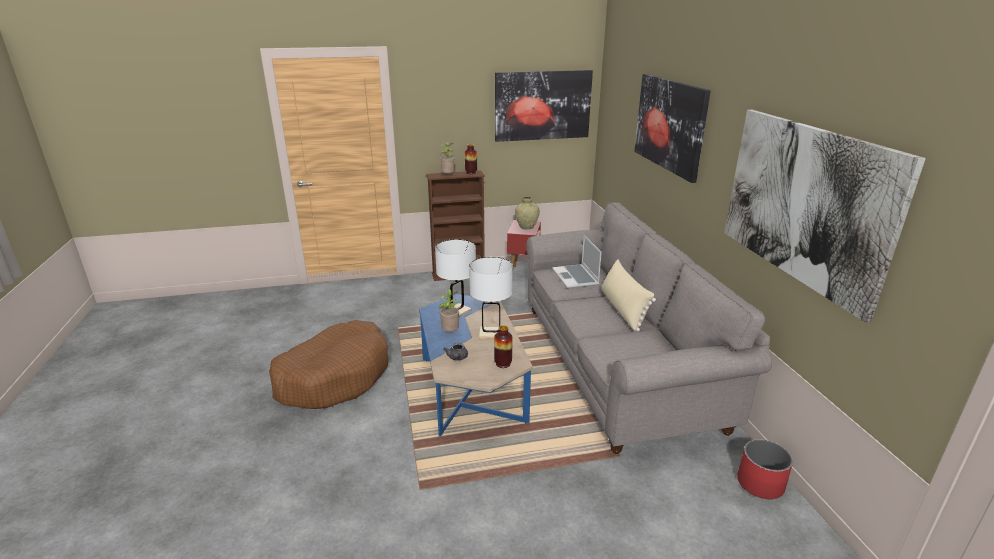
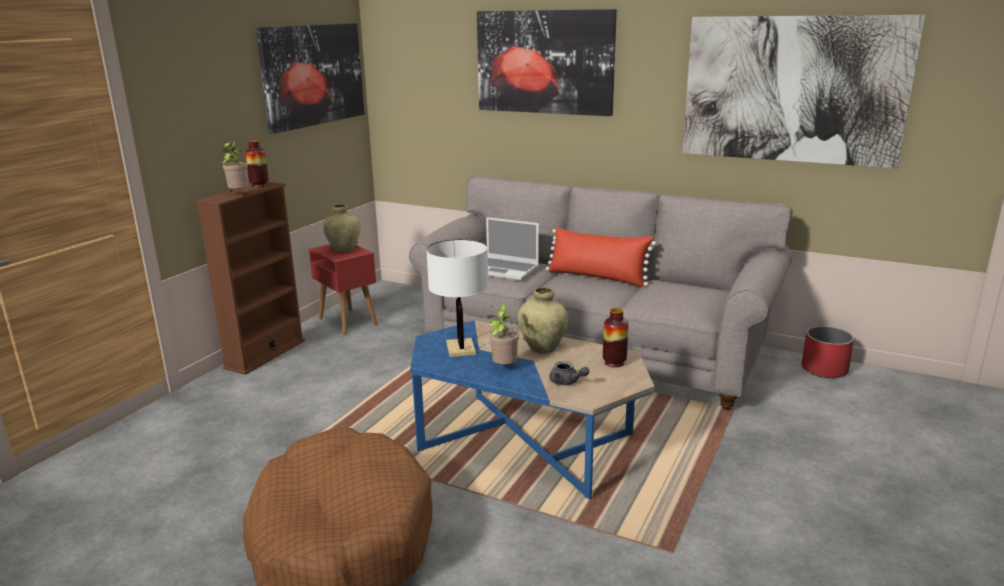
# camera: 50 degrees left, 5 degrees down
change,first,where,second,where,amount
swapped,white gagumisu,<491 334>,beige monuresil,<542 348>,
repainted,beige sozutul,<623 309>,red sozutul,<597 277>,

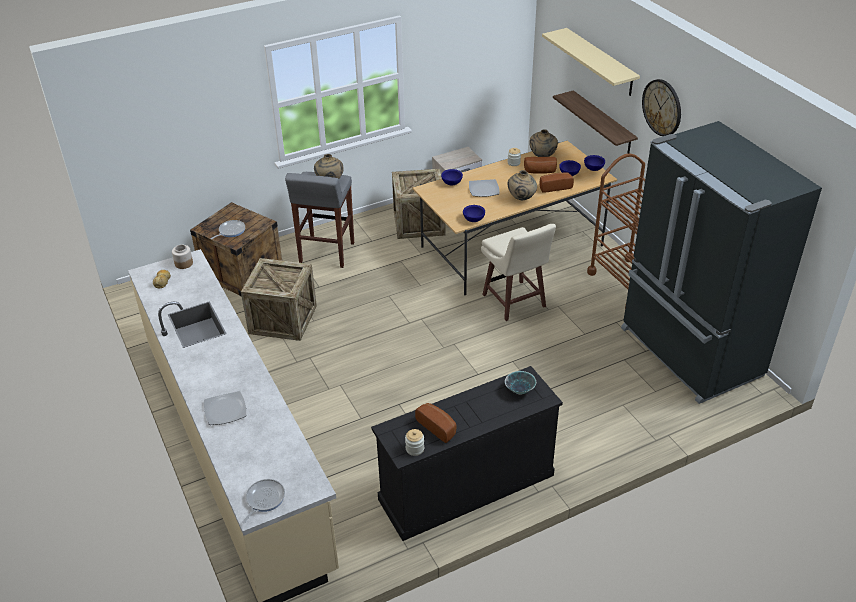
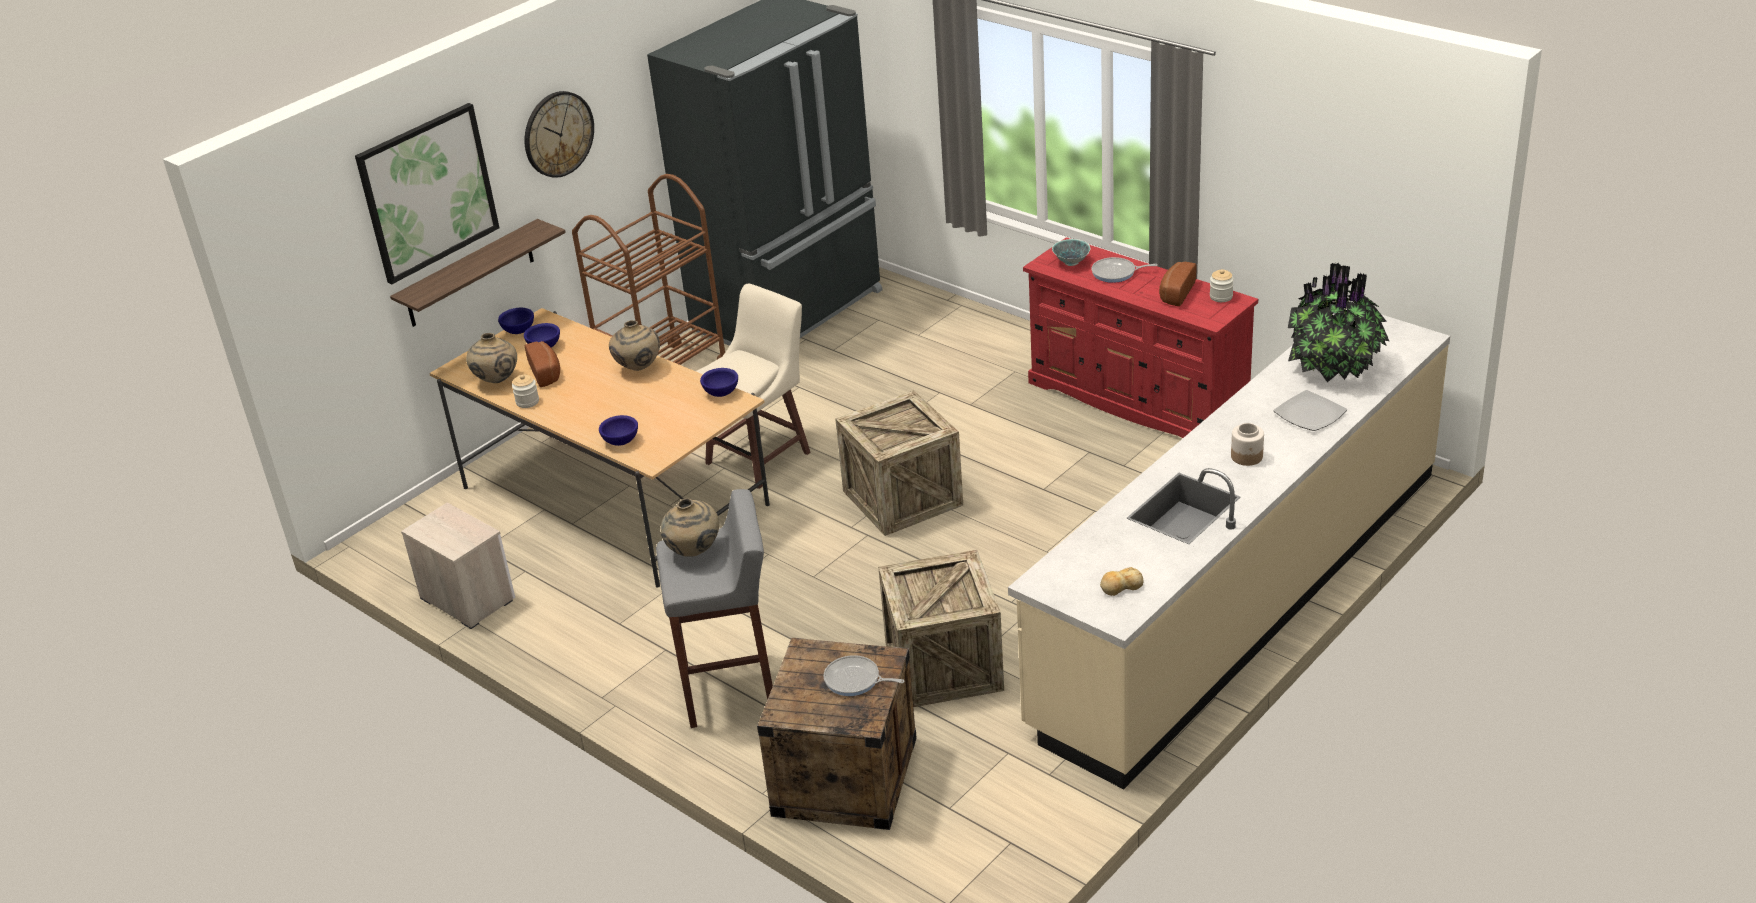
# camera: 110 degrees left, 5 degrees down
change,first,where,second,where,amount
swapped,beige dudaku,<600 62>,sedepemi,<428 192>,
shifted,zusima,<419 223>,,<902 498>,
gone,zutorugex,<554 187>,,,
gone,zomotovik,<484 189>,,,
shifted,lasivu,<183 263>,,<1247 457>,
repainted,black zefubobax,<466 488>,red zefubobax,<1138 400>,
shifted,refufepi,<264 499>,,<1116 273>,
new,,,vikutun,<1334 368>,

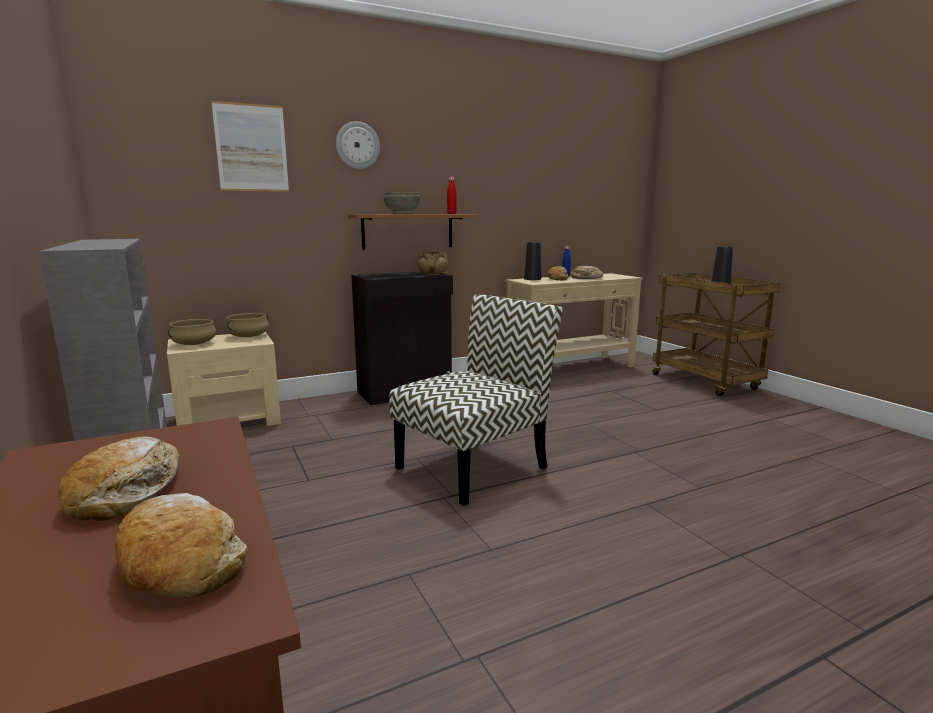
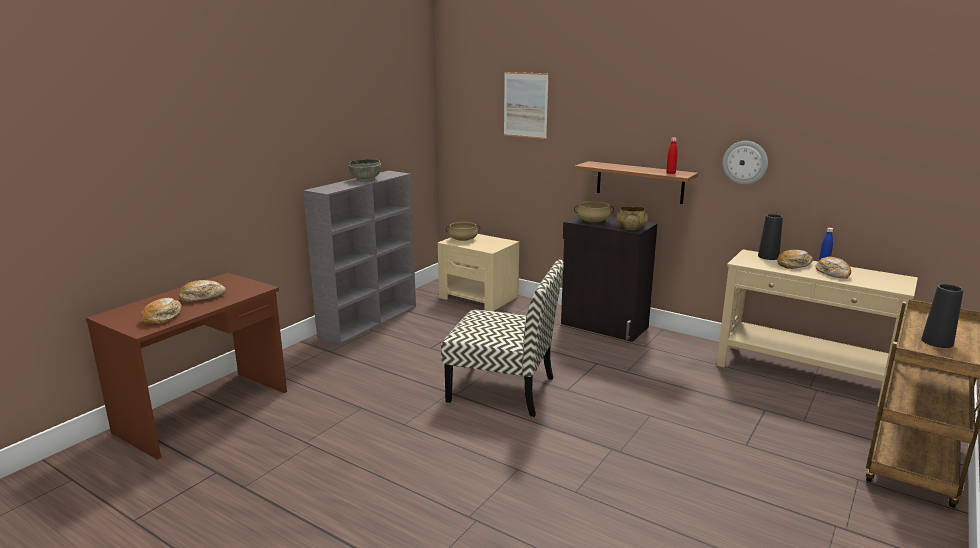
# camera: 60 degrees right, 5 degrees up
change,first,where,second,where,amount
shifted,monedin,<357 145>,,<745 162>,
shifted,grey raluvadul,<402 213>,,<366 179>,
shifted,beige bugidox,<248 336>,,<593 221>,

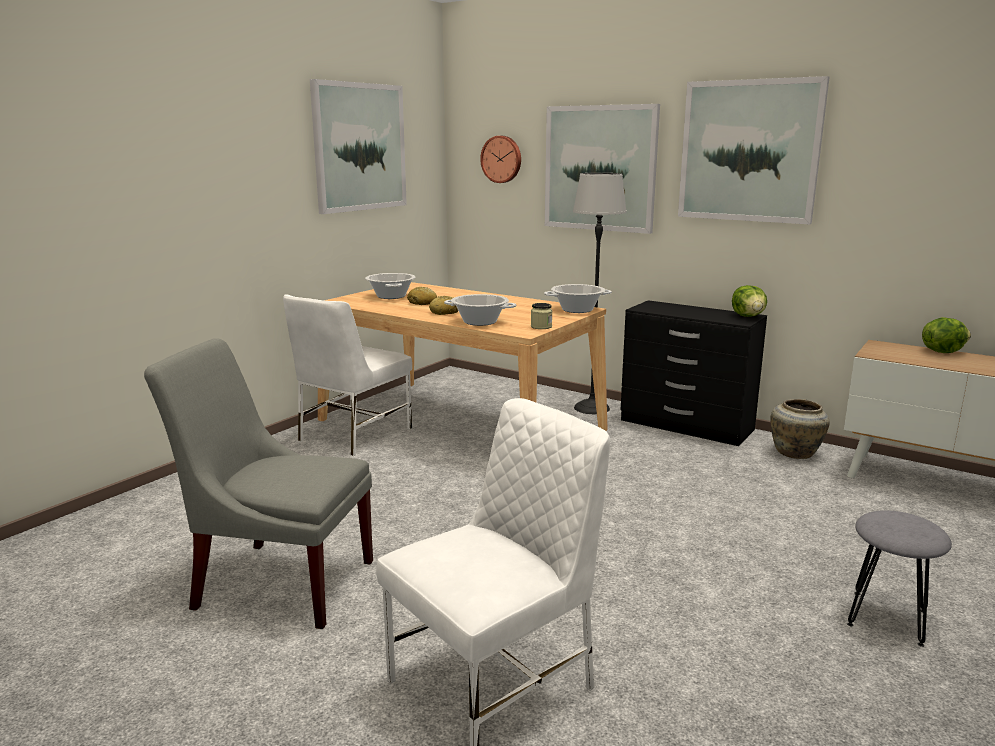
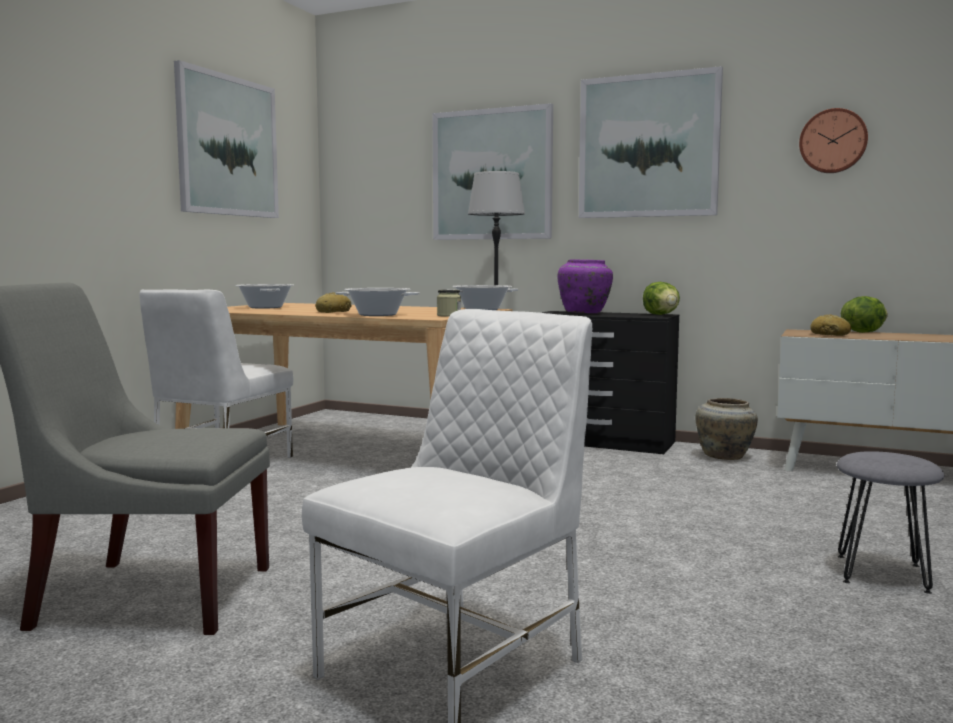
# camera: 10 degrees left, 10 degrees down
change,first,where,second,where,amount
shifted,monedin,<502 159>,,<833 141>,
shifted,zutorugex,<422 303>,,<830 335>,
new,,,purple monuresil,<585 313>,

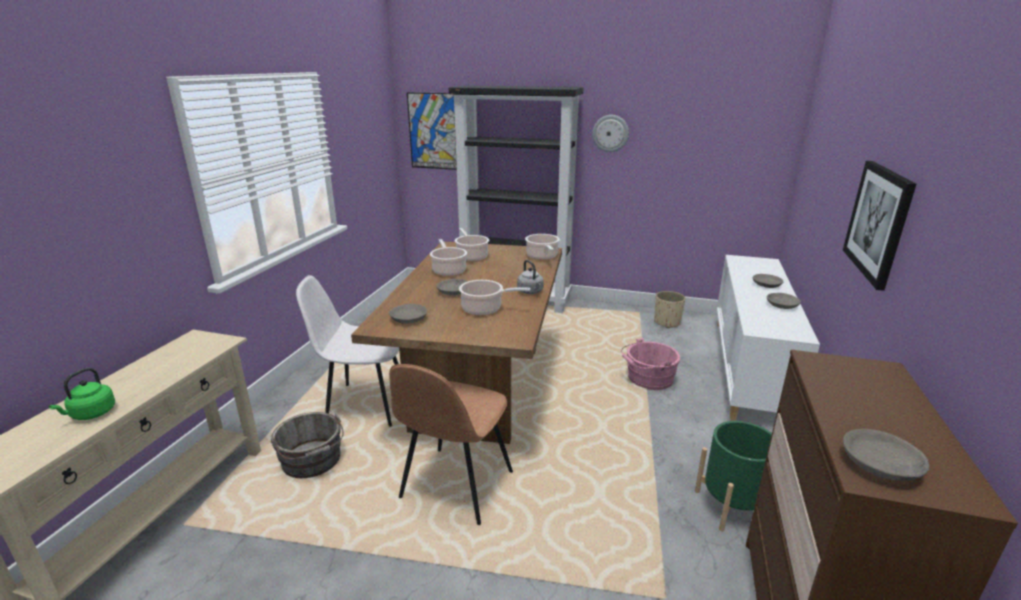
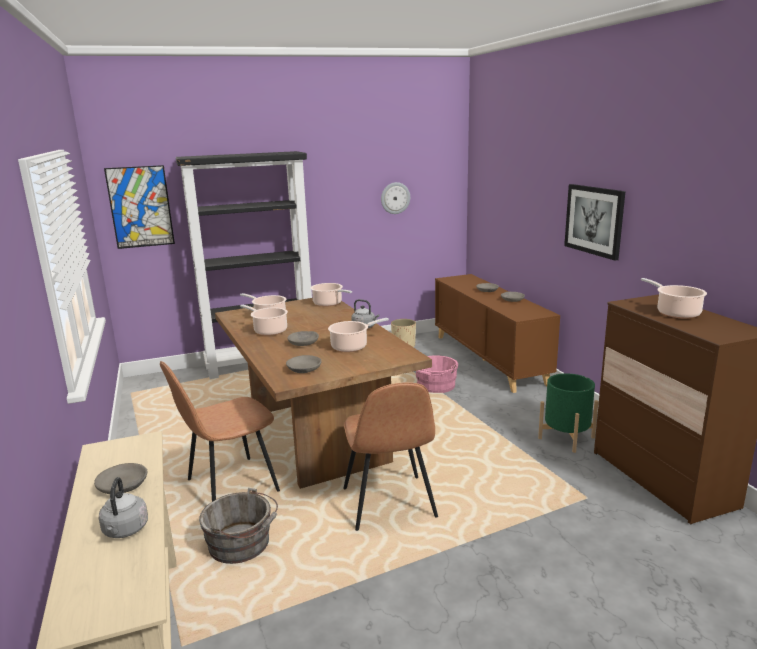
# camera: 35 degrees left, 5 degrees down
change,first,where,second,where,amount
shifted,monedin,<610 133>,,<395 198>,
repainted,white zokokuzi,<748 368>,brown zokokuzi,<488 359>,
repainted,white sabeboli,<365 405>,brown sabeboli,<230 486>,
repainted,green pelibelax,<91 414>,grey pelibelax,<125 531>,
shifted,grey raluvadul,<881 465>,,<123 486>,
new,,,bugidox,<675 313>,

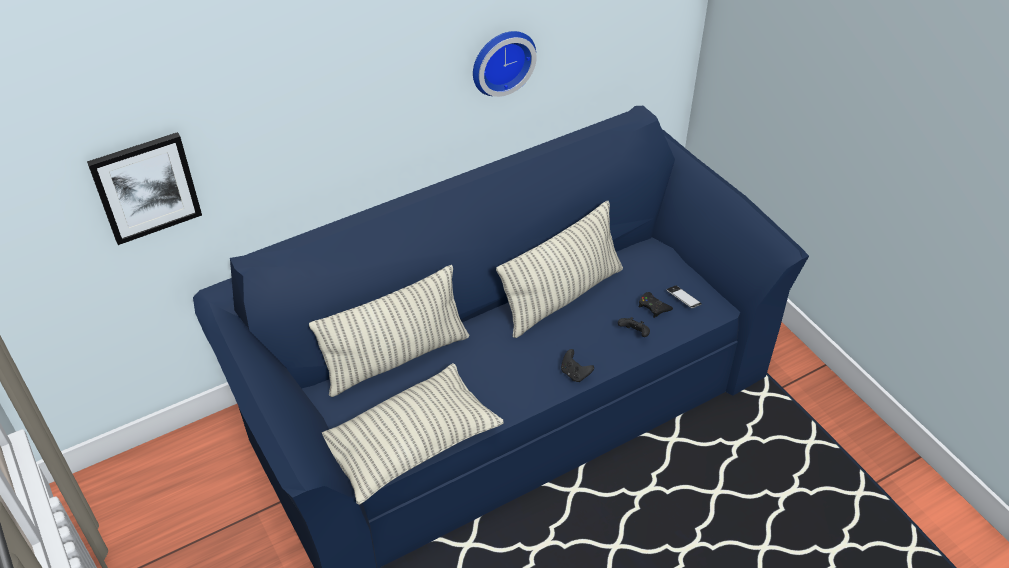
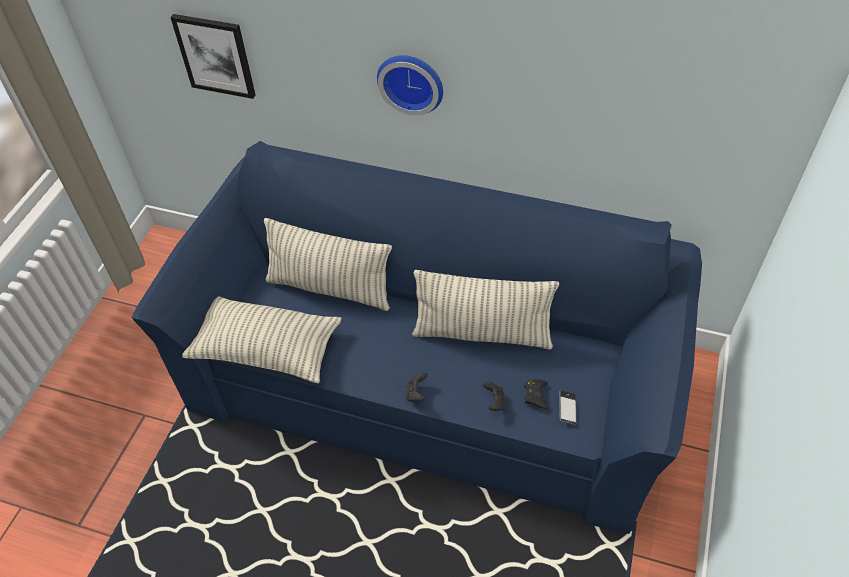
# camera: 50 degrees right, 5 degrees up
change,first,where,second,where,amount
shifted,monedin,<501 60>,,<411 81>,

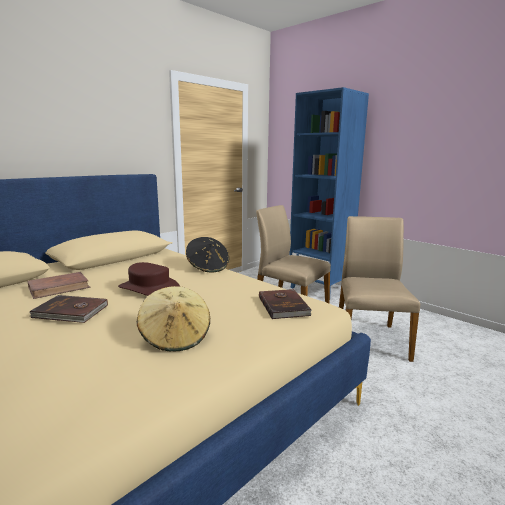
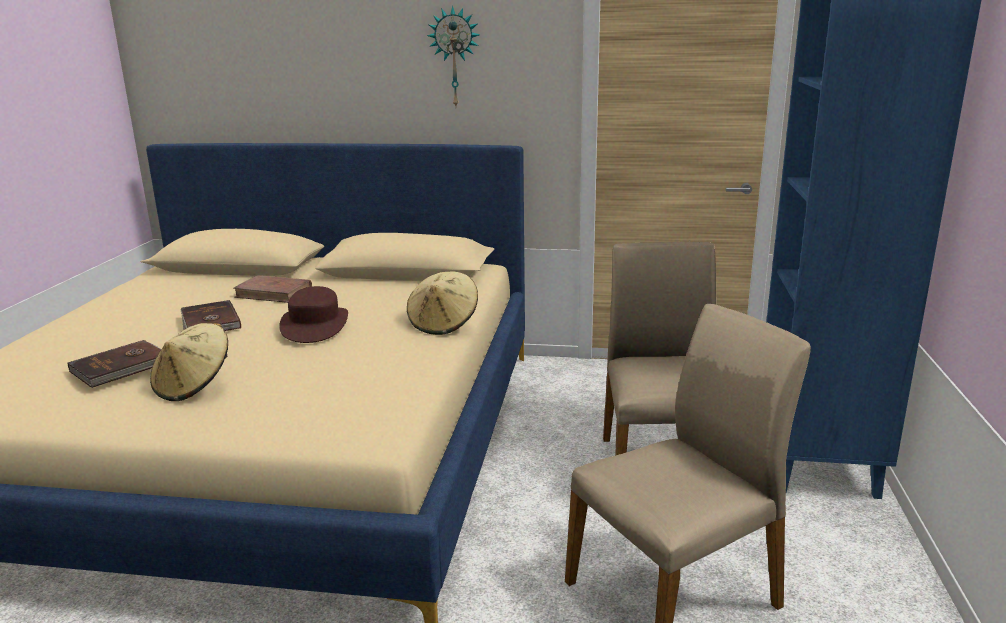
# camera: 55 degrees right, 5 degrees up
change,first,where,second,where,amount
repainted,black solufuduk,<208 267>,beige solufuduk,<443 324>,
shifted,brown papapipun,<284 305>,,<122 367>,
new,,,monedin,<455 57>,

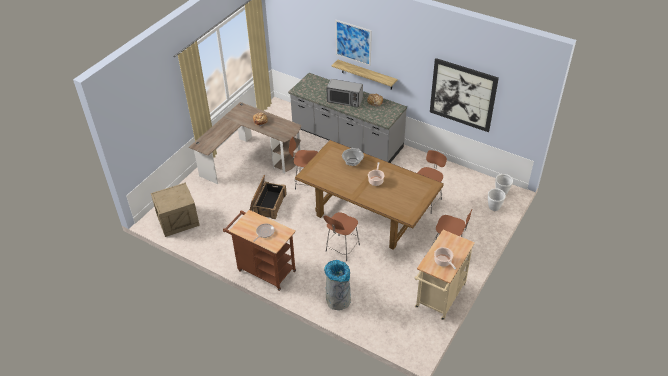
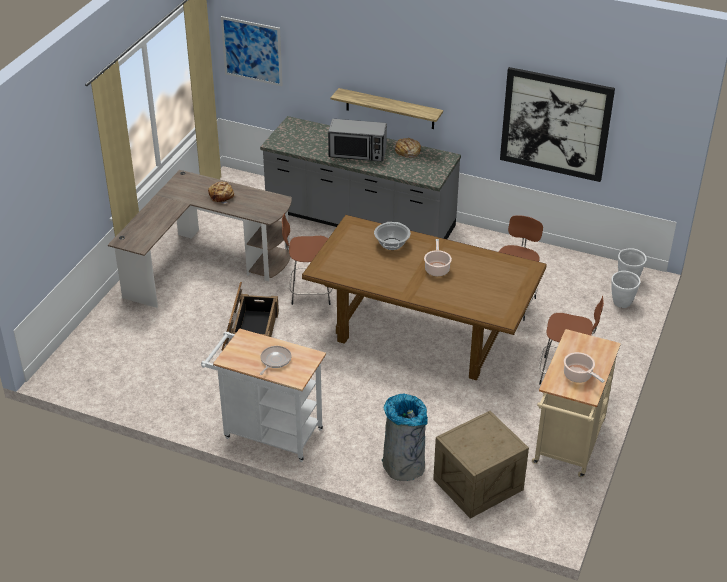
# camera: 10 degrees left, 5 degrees down
change,first,where,second,where,amount
shifted,sedepemi,<353 42>,,<252 51>,
shifted,zusima,<178 220>,,<478 484>,
repainted,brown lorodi,<263 270>,white lorodi,<267 432>,
gone,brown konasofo,<342 249>,,,

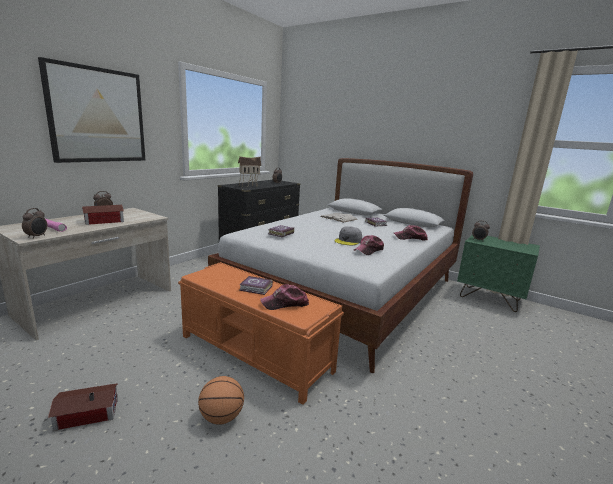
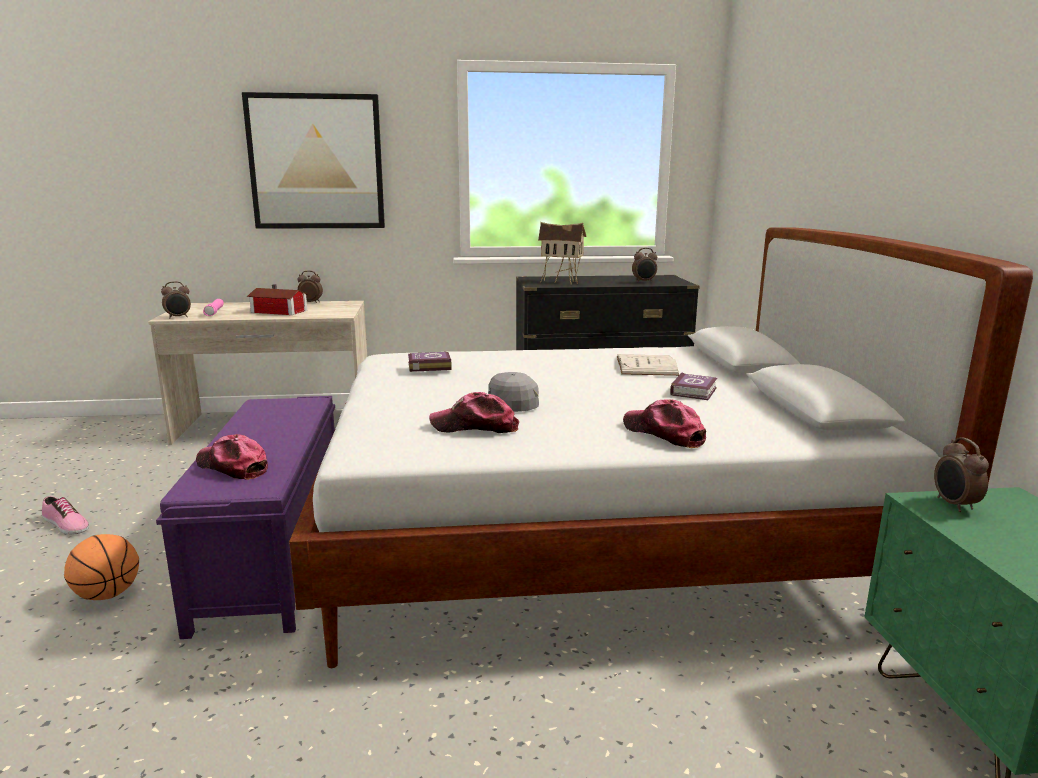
# camera: 50 degrees right, 0 degrees up
change,first,where,second,where,amount
repainted,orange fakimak,<255 353>,purple fakimak,<274 553>,
gone,papapipun,<256 288>,,,
swapped,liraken,<86 413>,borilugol,<65 525>,

